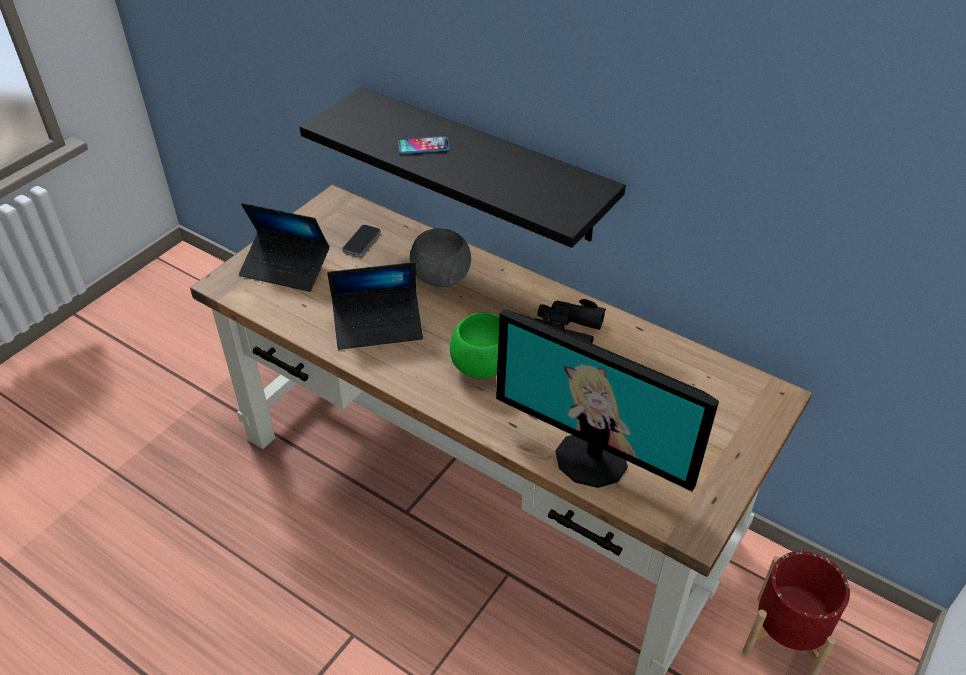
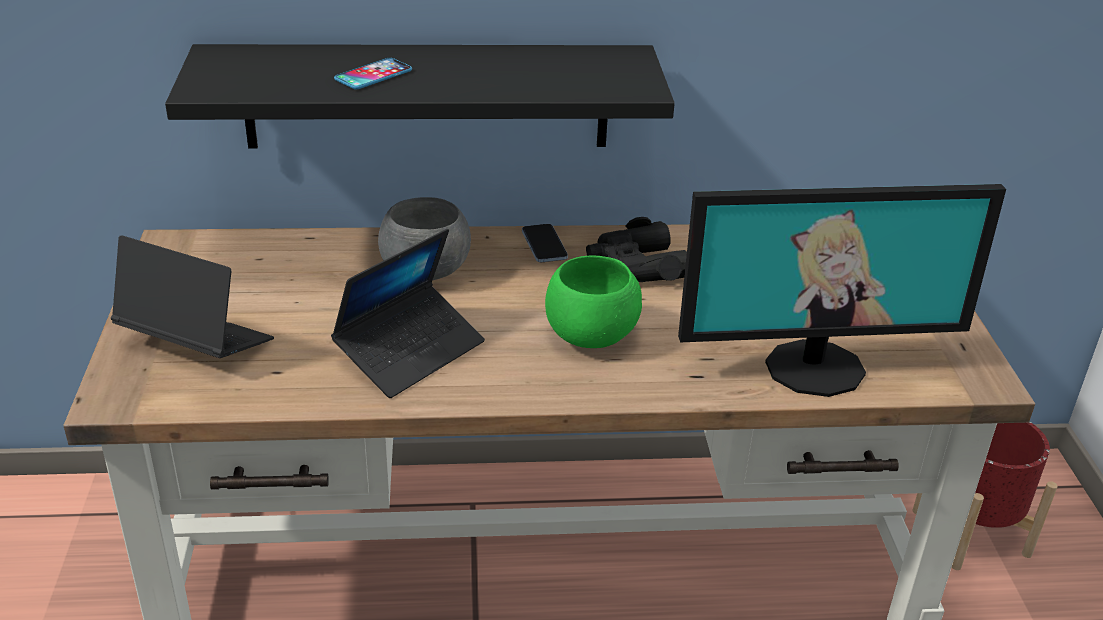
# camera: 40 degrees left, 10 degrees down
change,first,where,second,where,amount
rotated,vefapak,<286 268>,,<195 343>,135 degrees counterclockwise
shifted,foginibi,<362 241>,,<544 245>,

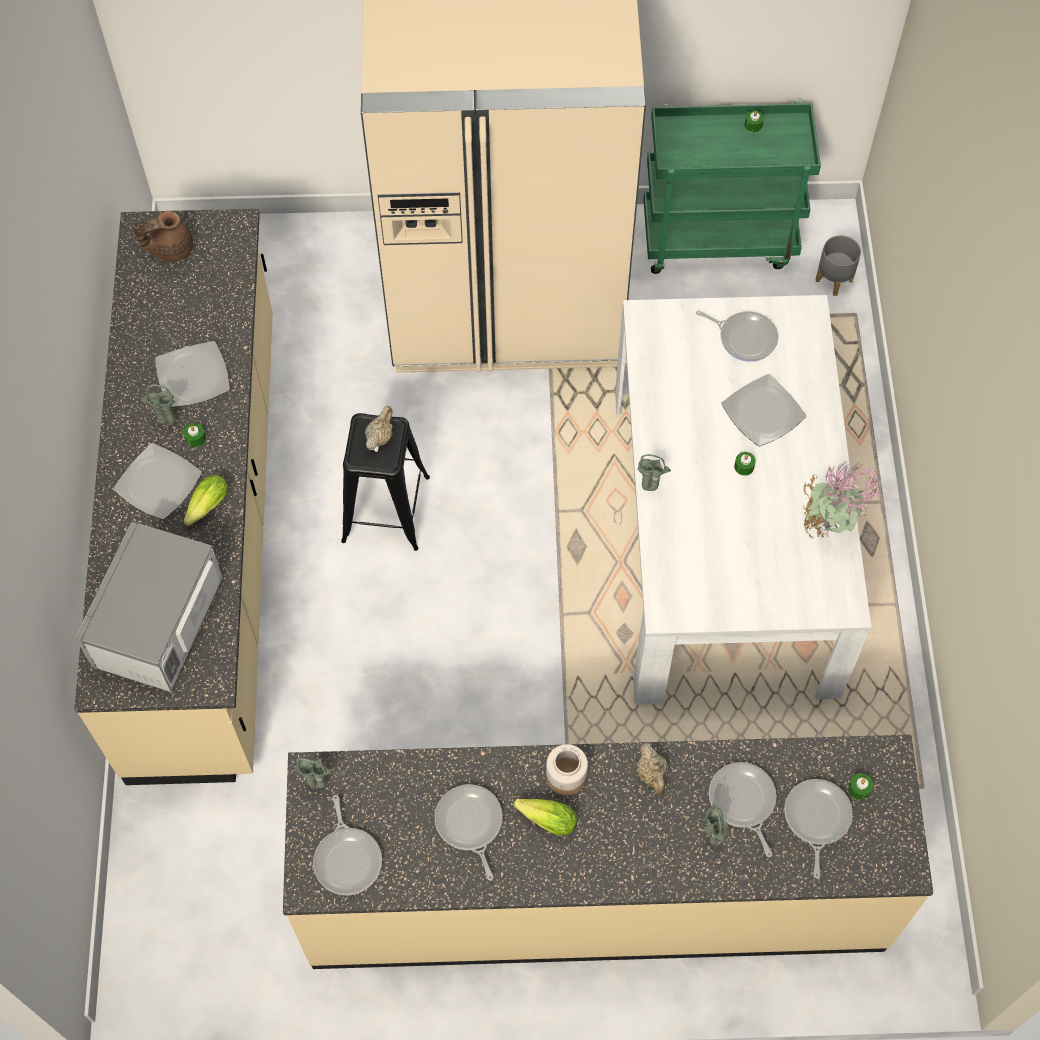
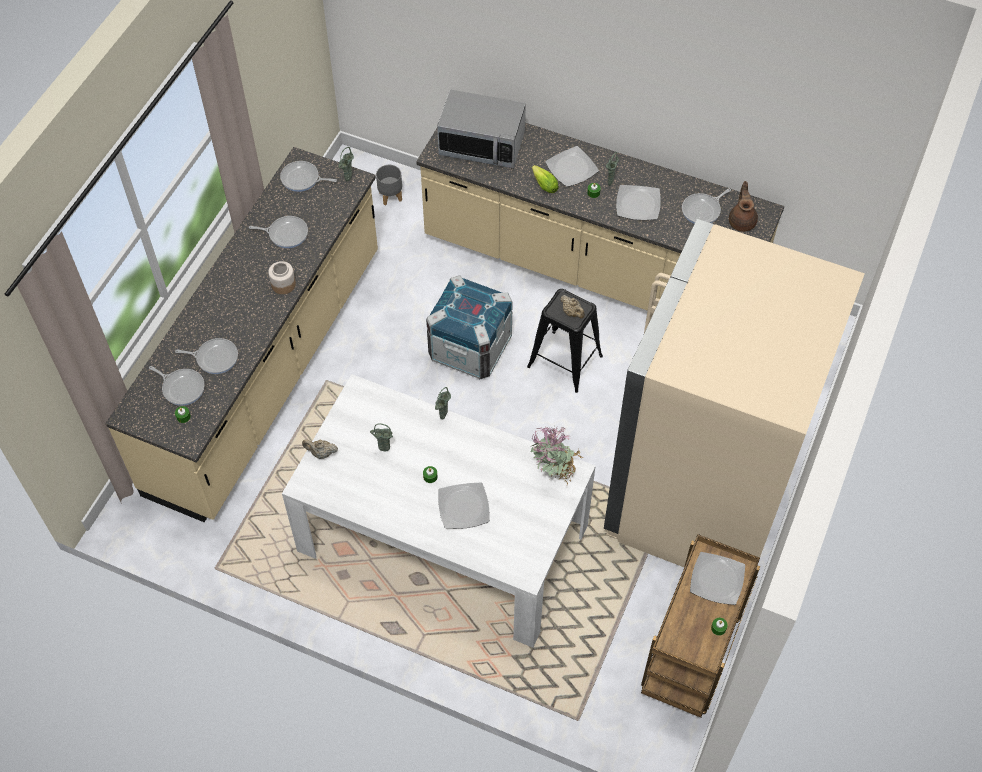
# camera: 115 degrees right, 5 degrees down
change,first,where,second,where,amount
repainted,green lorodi,<719 238>,brown lorodi,<691 657>,
shifted,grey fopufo,<834 281>,,<390 196>,
shifted,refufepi,<744 337>,,<702 210>,
shifted,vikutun,<828 527>,,<553 474>,
rotated,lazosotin,<160 624>,,<482 145>,150 degrees clockwise
shifted,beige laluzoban,<652 775>,,<321 453>,
gone,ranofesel,<545 818>,,,
shifted,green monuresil,<712 840>,,<383 450>,
new,,,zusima,<470 348>,
new,,,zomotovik,<717 580>,

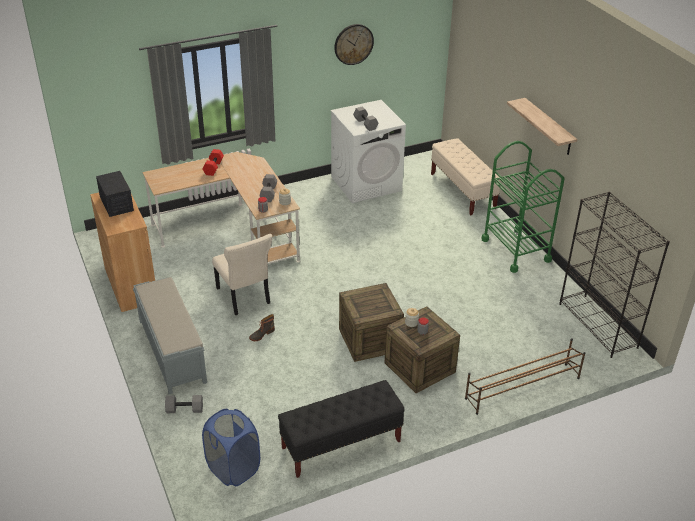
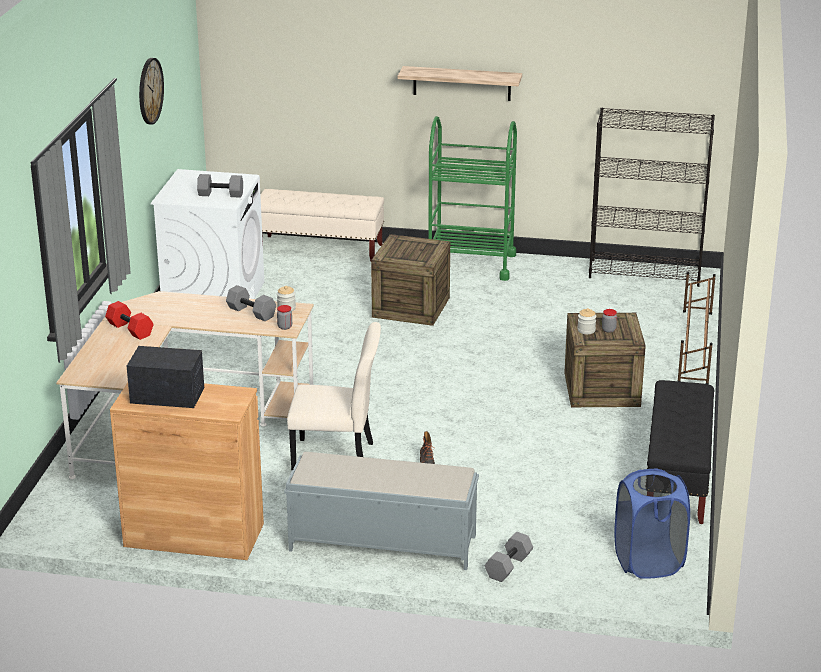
# camera: 55 degrees left, 10 degrees down
change,first,where,second,where,amount
shifted,zusima,<369 340>,,<411 307>,

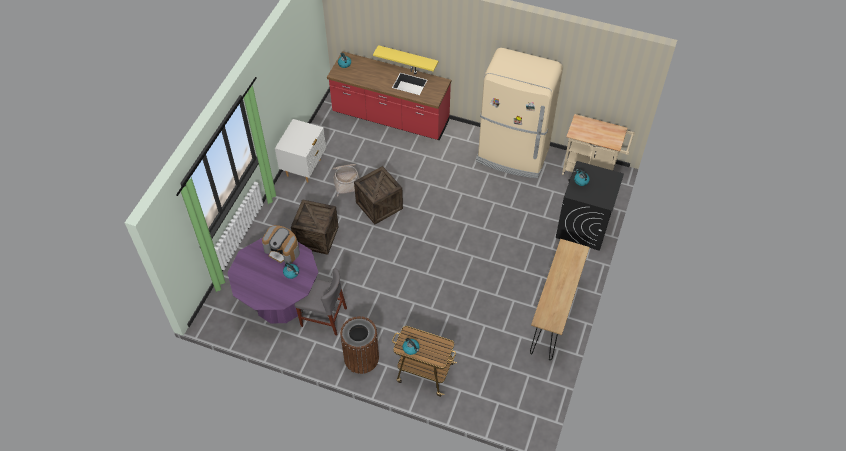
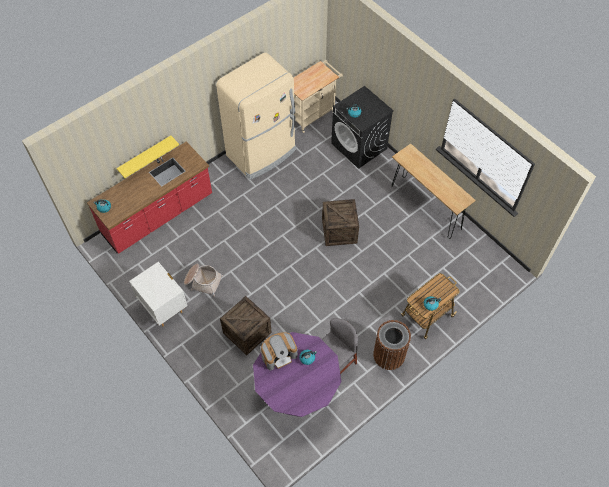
# camera: 60 degrees left, 5 degrees up
change,first,where,second,where,amount
shifted,zusima,<379 205>,,<339 231>,

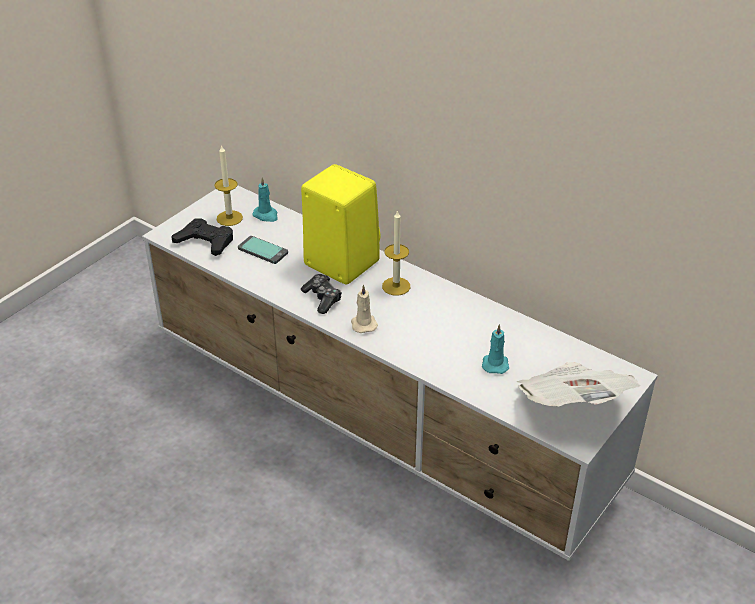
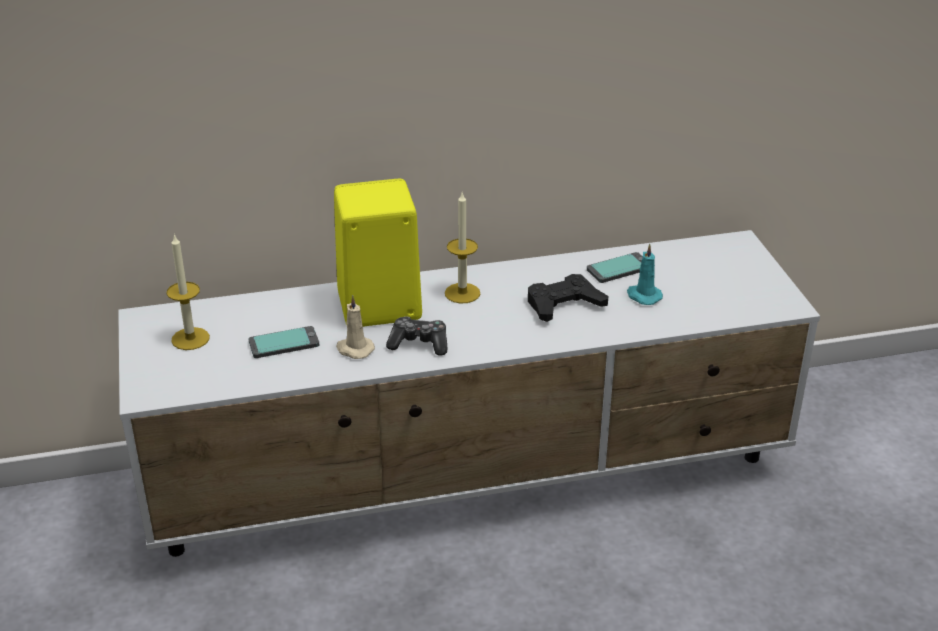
# camera: 50 degrees left, 5 degrees down
change,first,where,second,where,amount
gone,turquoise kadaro,<266 215>,,,
shifted,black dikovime,<205 242>,,<564 304>,
shifted,beige kadaro,<363 324>,,<354 349>,
gone,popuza,<572 406>,,,
new,,,foginibi,<618 269>,

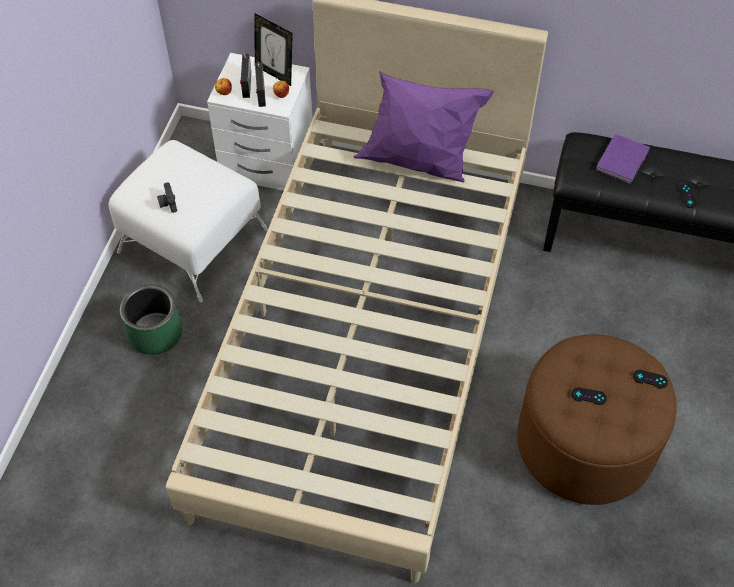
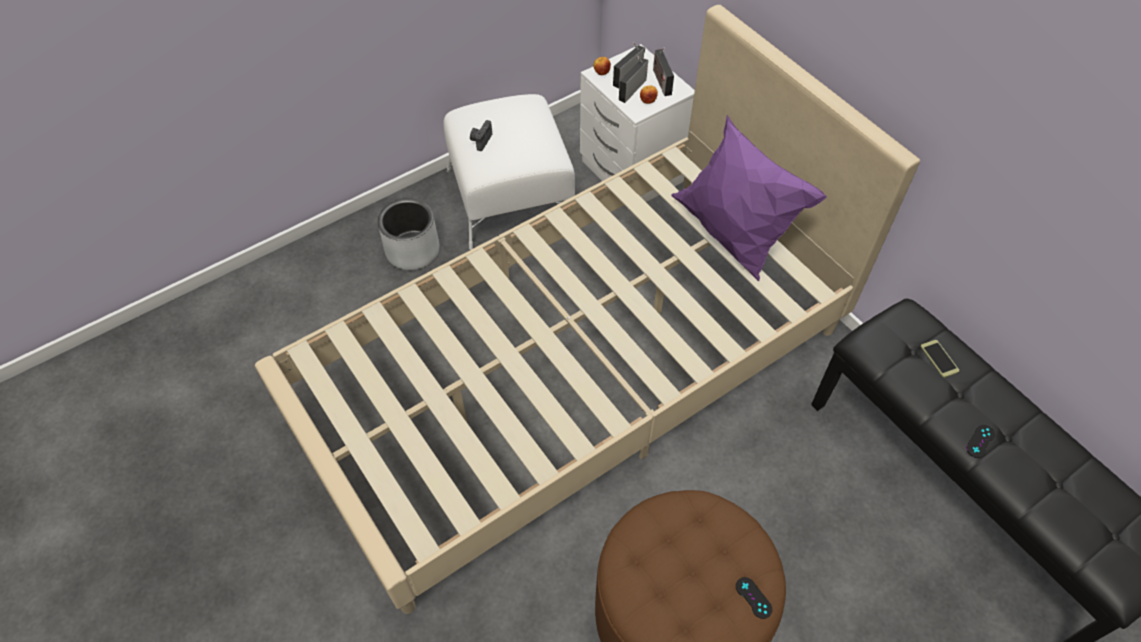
# camera: 40 degrees right, 0 degrees up
change,first,where,second,where,amount
swapped,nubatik,<275 73>,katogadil,<661 81>,
swapped,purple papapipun,<623 160>,foginibi,<939 359>,
repainted,green fopufo,<155 333>,grey fopufo,<412 250>,
gone,black dikovime,<588 396>,,,

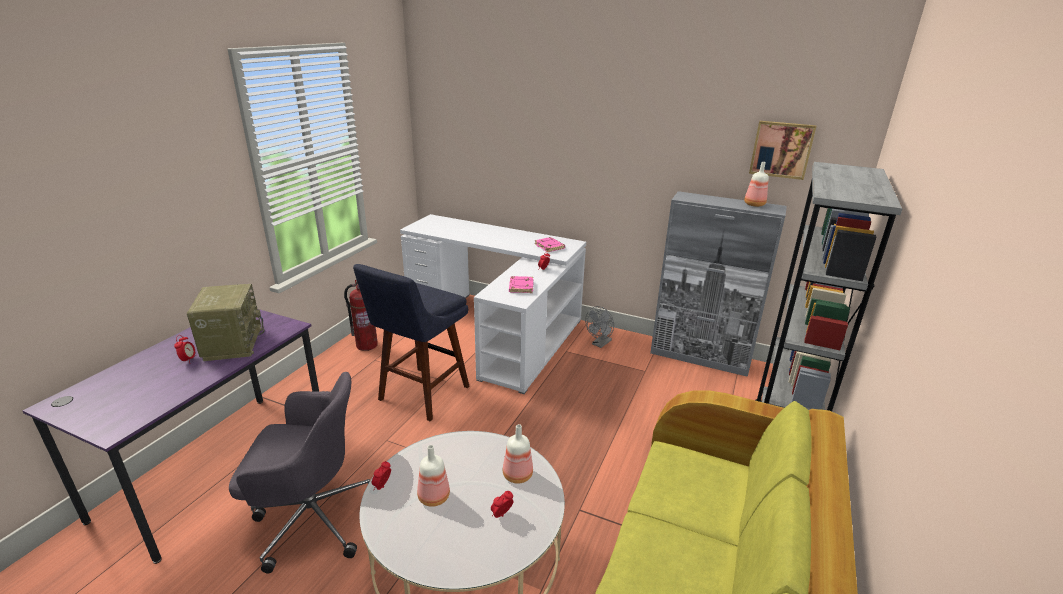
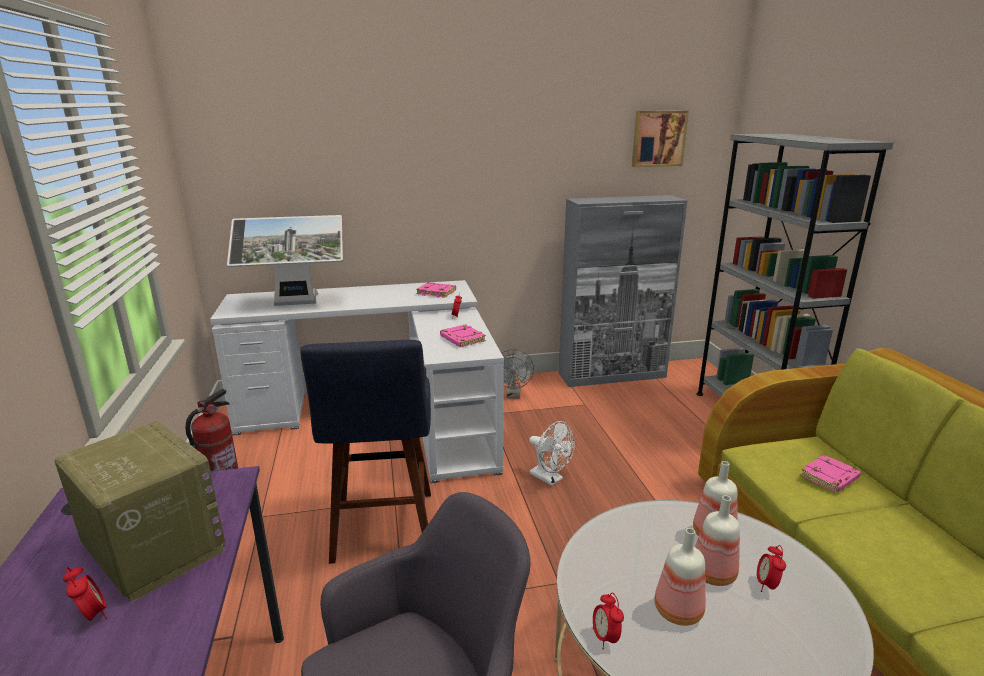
# camera: 35 degrees left, 5 degrees down
change,first,where,second,where,amount
shifted,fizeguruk,<753 204>,,<712 574>,
new,,,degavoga,<295 304>,
new,,,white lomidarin,<550 478>,
new,,,pink papapipun,<830 478>,

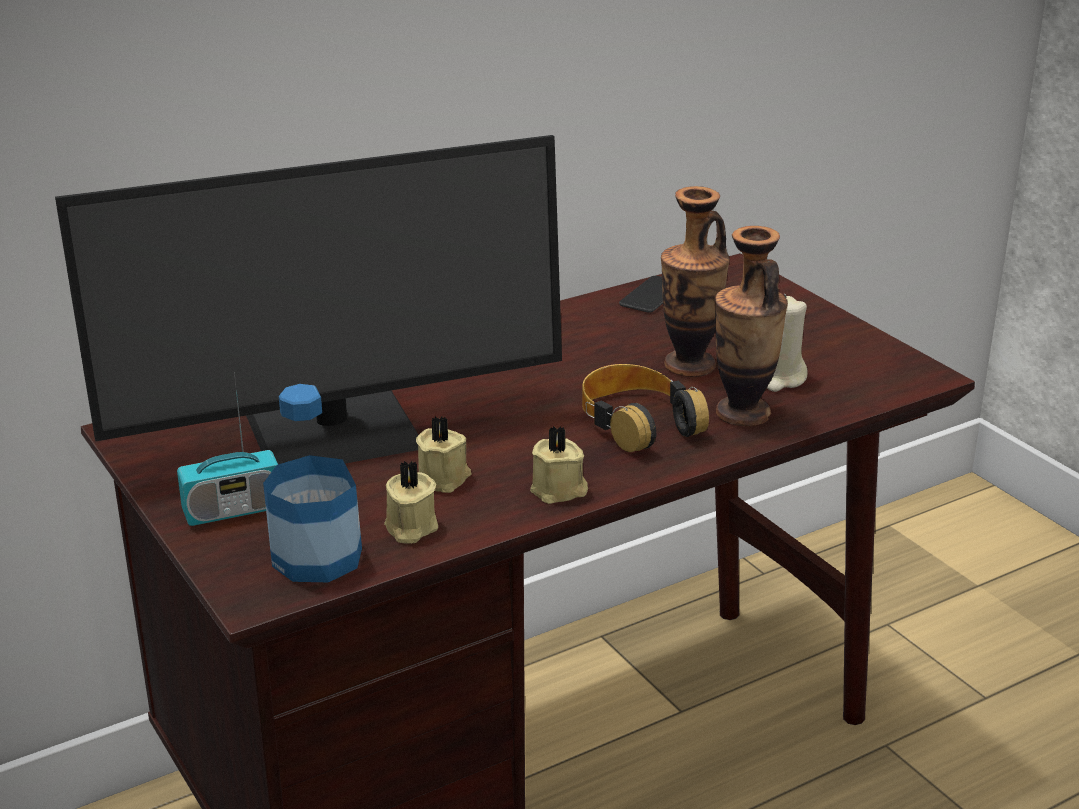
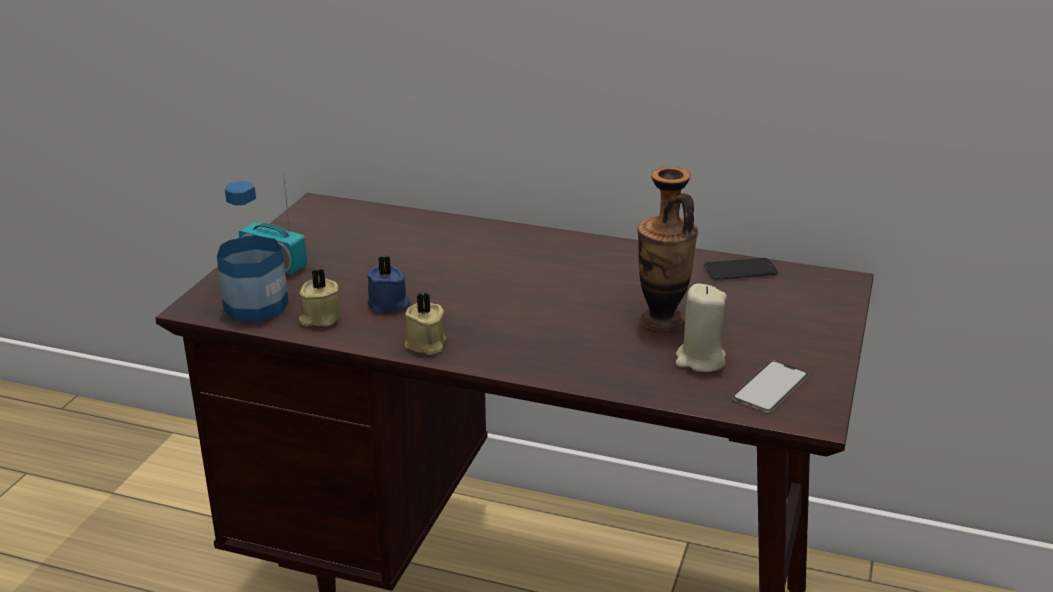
# camera: 50 degrees right, 0 degrees up
change,first,where,second,where,amount
gone,degavoga,<333 429>,,,
gone,monuresil,<742 413>,,,
gone,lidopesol,<638 422>,,,
repainted,beige kadaro,<445 479>,blue kadaro,<389 305>,
new,,,foginibi,<770 387>,

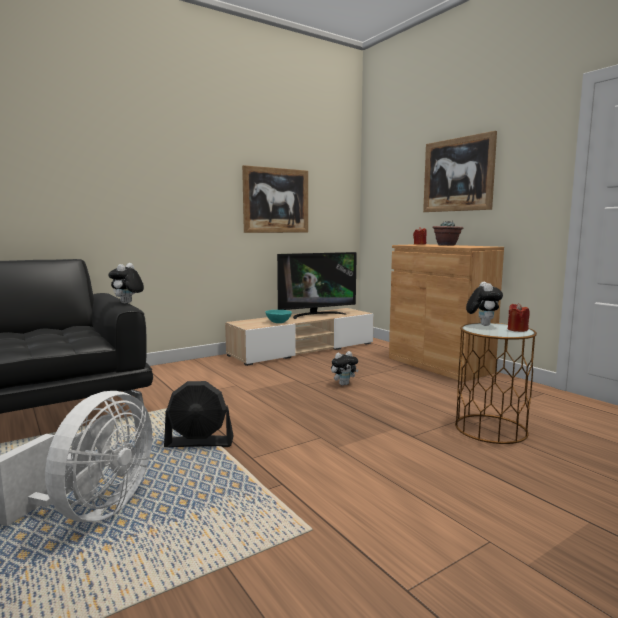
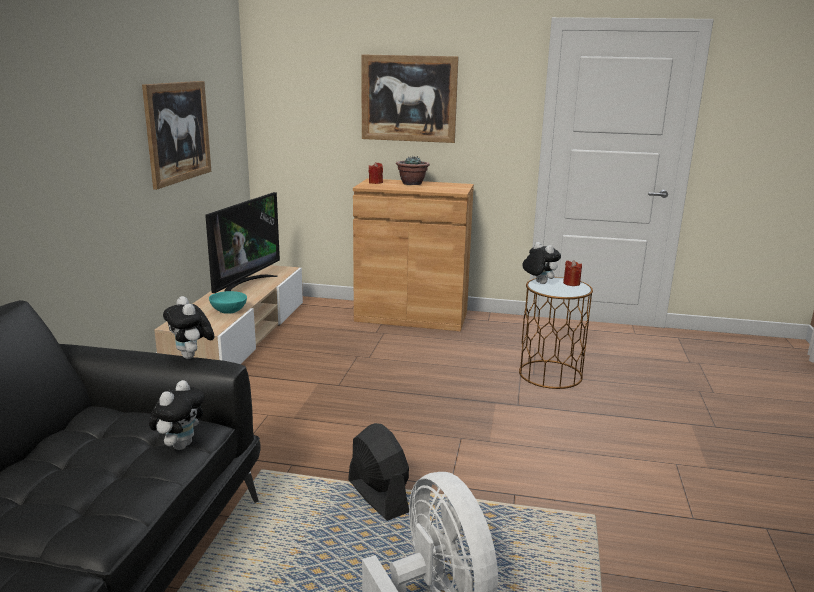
# camera: 45 degrees left, 10 degrees up
change,first,where,second,where,amount
shifted,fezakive,<343 384>,,<180 445>,
rotated,black lomidarin,<200 443>,,<377 496>,75 degrees counterclockwise

